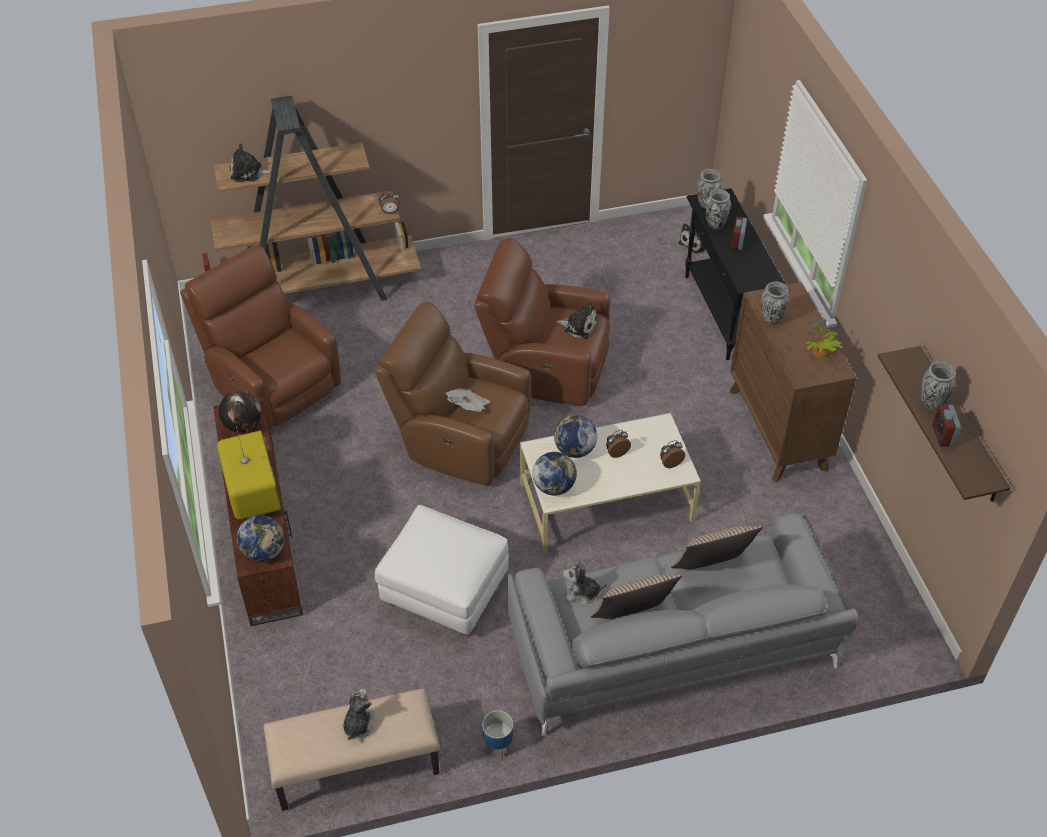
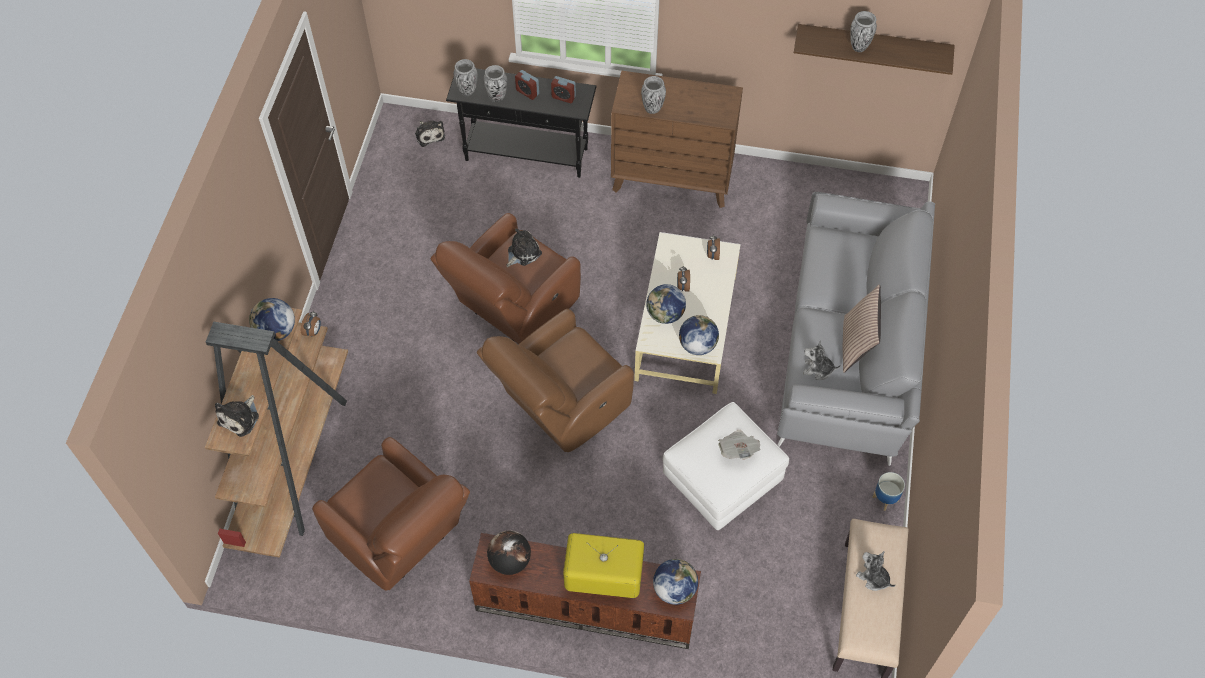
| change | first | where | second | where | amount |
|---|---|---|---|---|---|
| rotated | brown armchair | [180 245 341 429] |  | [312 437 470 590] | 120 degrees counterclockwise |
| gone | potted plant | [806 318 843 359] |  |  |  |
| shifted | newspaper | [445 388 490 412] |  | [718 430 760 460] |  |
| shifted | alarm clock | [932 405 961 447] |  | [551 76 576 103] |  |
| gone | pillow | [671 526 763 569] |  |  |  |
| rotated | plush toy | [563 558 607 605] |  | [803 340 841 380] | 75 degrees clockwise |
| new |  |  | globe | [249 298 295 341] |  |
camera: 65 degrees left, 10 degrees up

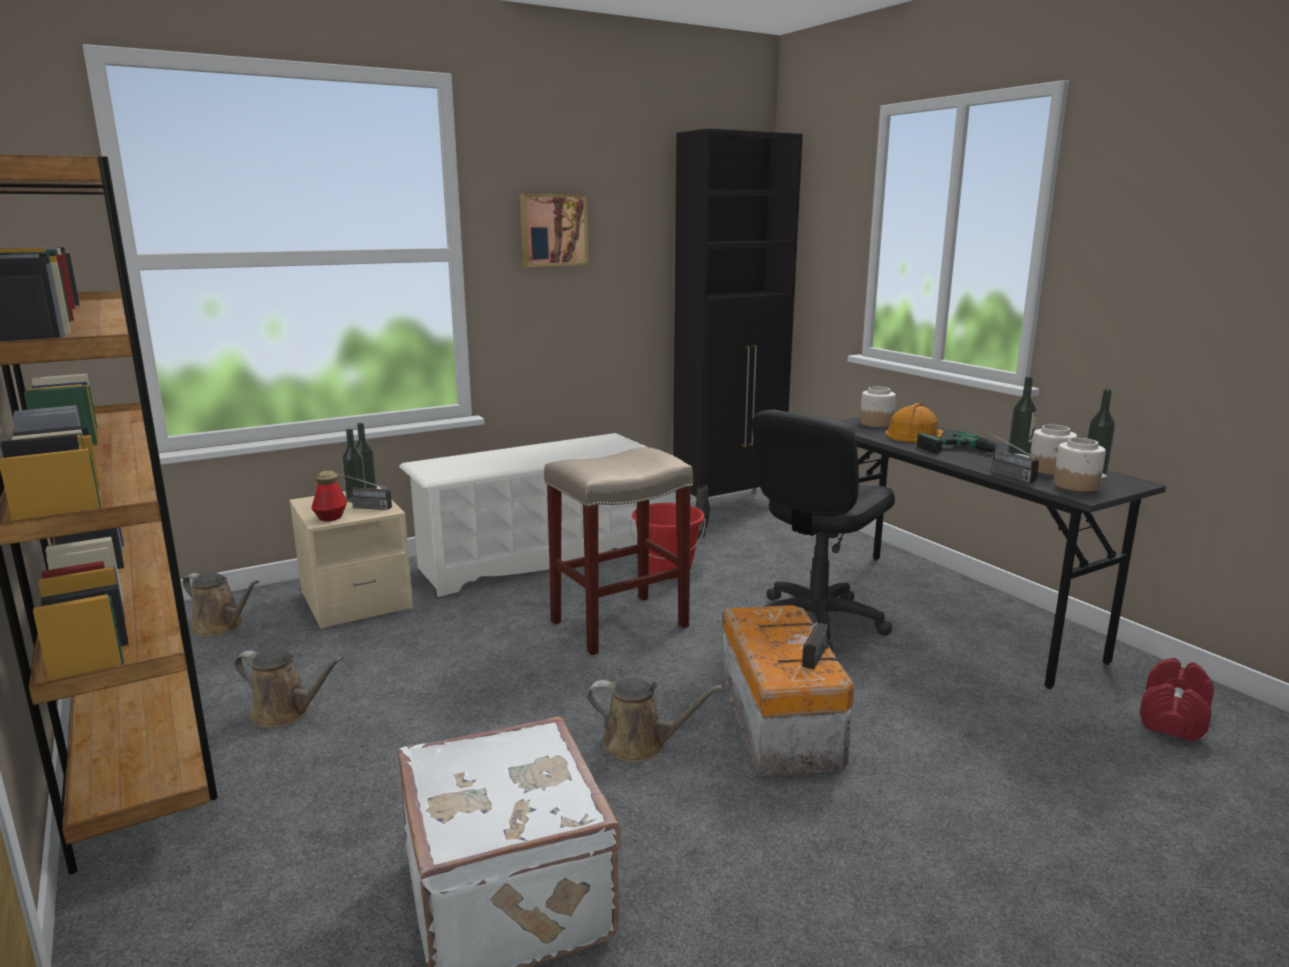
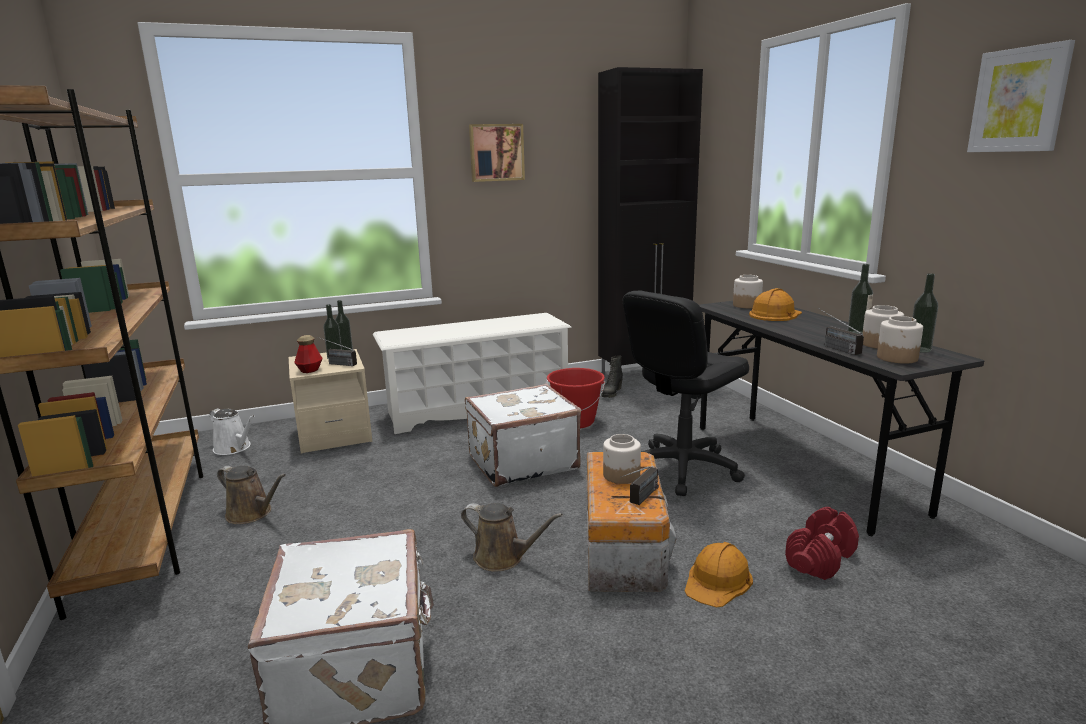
| change | first | where | second | where | amount |
|---|---|---|---|---|---|
| gone | power drill | [917 431 998 454] |  |  |  |
| swapped | beige stool | [544 447 693 655] | white suitcase | [465 384 581 487] |  |
| repainted | brown watering can | [182 573 259 636] | white watering can | [210 408 255 455] |  |
| shifted | red dumbbell | [1140 658 1214 742] |  | [785 507 859 580] |  |
| new |  |  | picture | [967 40 1075 152] |  |
| new |  |  | jar | [603 434 641 484] |  |
| new |  |  | orange hard hat | [685 542 753 608] |  |
camera: 10 degrees right, 0 degrees up

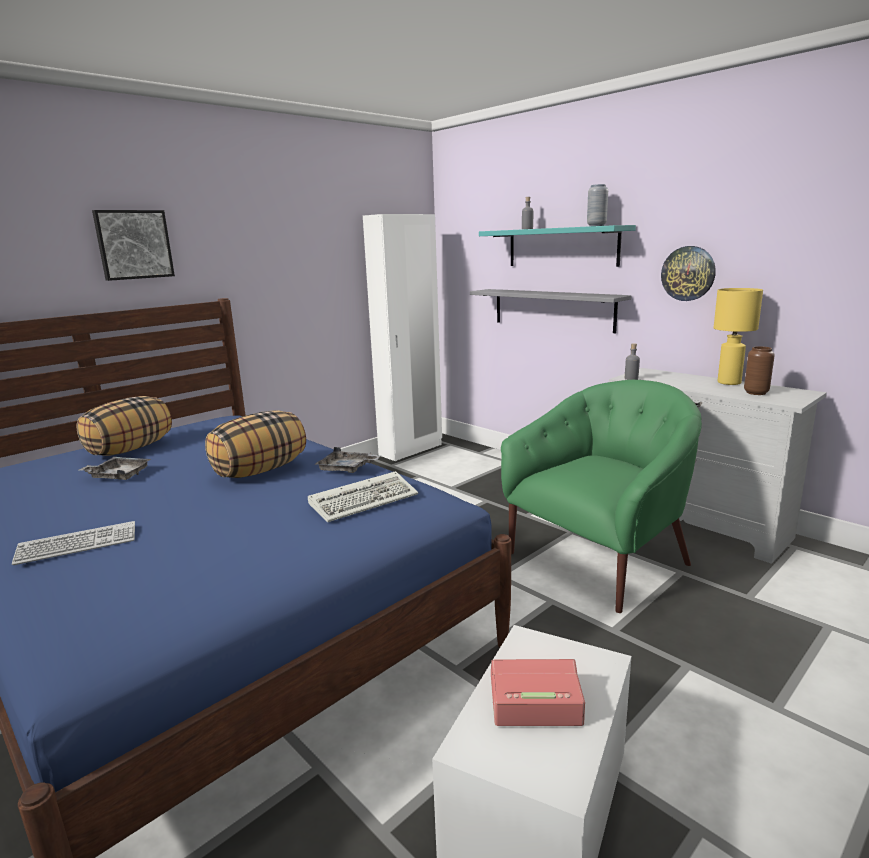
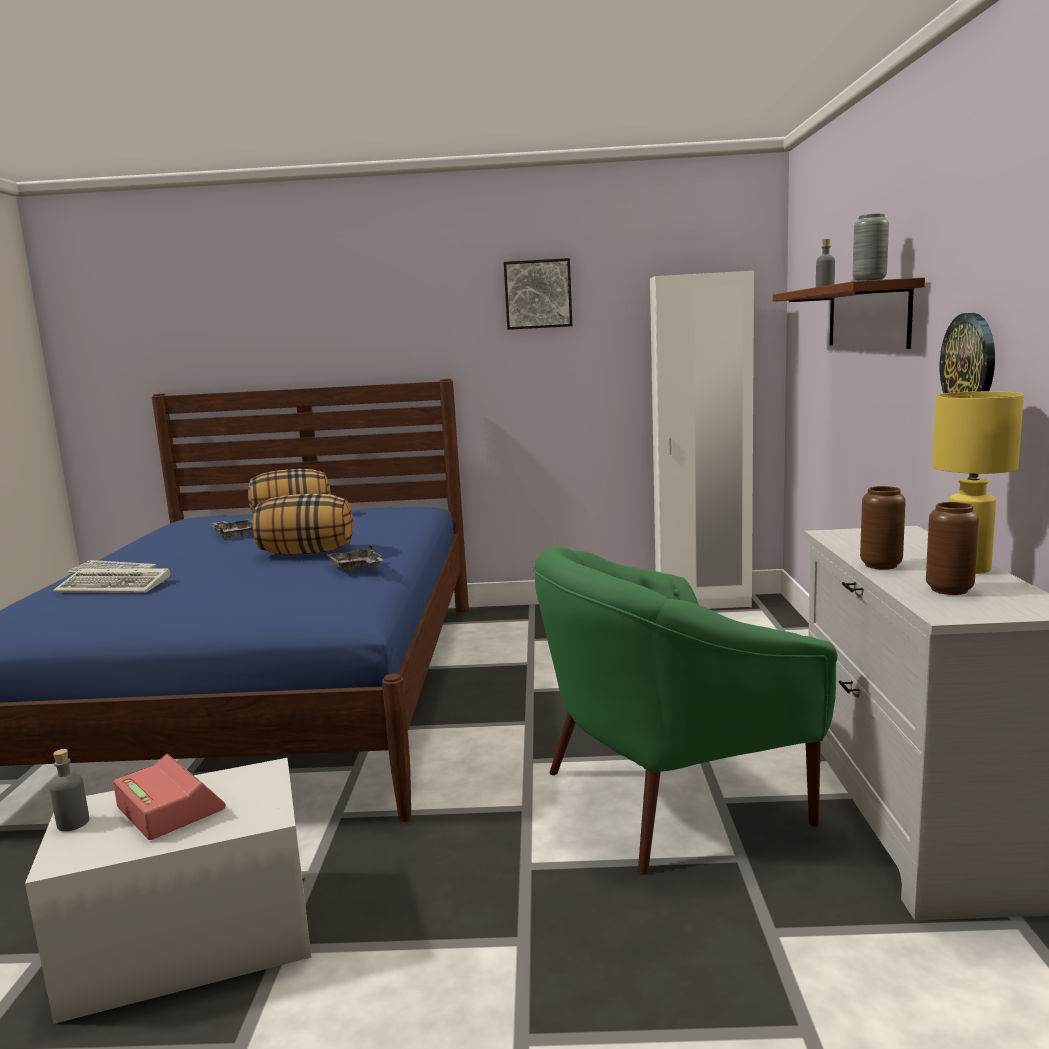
| change | first | where | second | where | amount |
|---|---|---|---|---|---|
| shifted | picture | [92 210 175 281] |  | [504 258 572 330] |  |
| repainted | turquoise shelf | [479 225 636 267] | brown shelf | [773 277 925 349] |  |
| gone | grey shelf | [470 289 632 333] |  |  |  |
| shifted | grey bottle | [625 343 640 380] |  | [49 749 89 831] |  |
| rotated | green armchair | [501 380 702 613] |  | [533 546 837 875] | 150 degrees clockwise |
| shifted | keyboard | [308 471 418 522] |  | [53 568 170 593] |  |
| new |  |  | brown vase | [860 486 906 570] |  |
camera: 45 degrees right, 5 degrees down

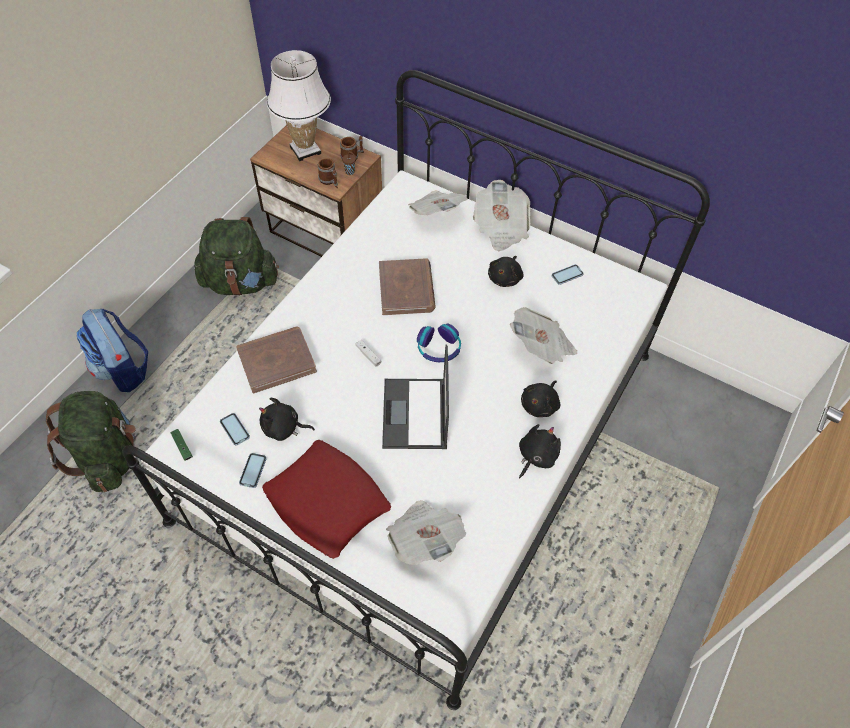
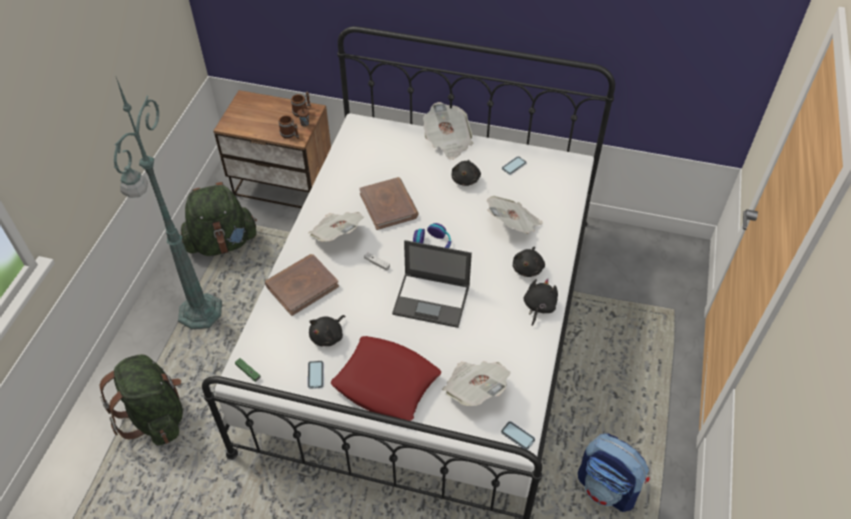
| change | first | where | second | where | amount |
|---|---|---|---|---|---|
| gone | white table lamp | [267 50 331 161] |  |  |  |
| shifted | newspaper | [408 191 468 215] |  | [309 212 364 242] |  |
| shifted | backpack | [77 309 148 392] |  | [578 433 650 512] |  |
| rotated | laptop | [382 345 449 449] |  | [392 240 472 328] | 60 degrees counterclockwise |
| rotated | black plush toy | [259 398 315 441] |  | [309 315 346 346] | 45 degrees counterclockwise |
| shifted | phone | [220 413 250 446] |  | [501 421 535 450] |  |
| new |  |  | green floor lamp | [114 77 222 329] |  |
camera: 15 degrees left, 5 degrees down

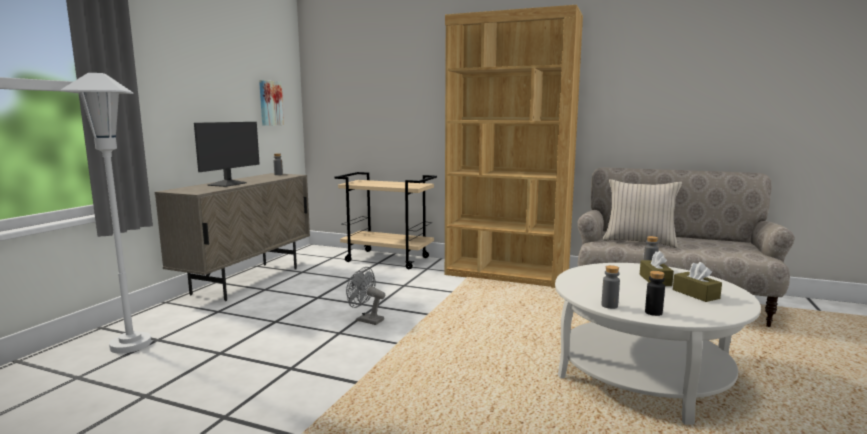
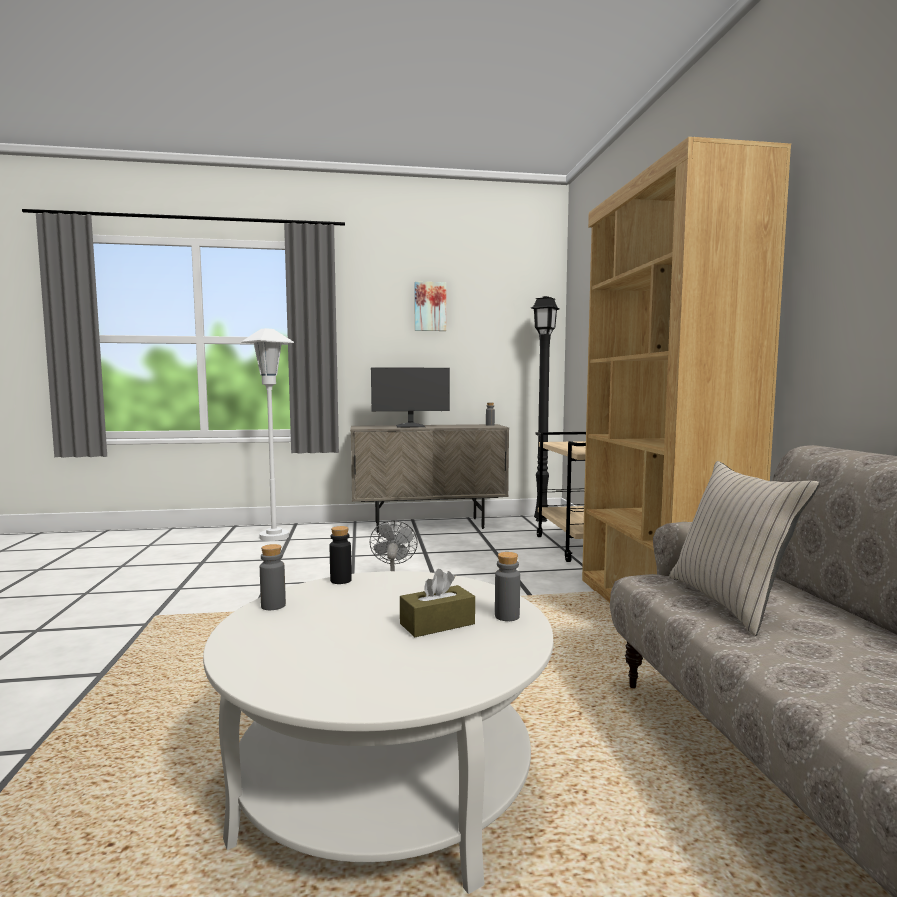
| change | first | where | second | where | amount |
|---|---|---|---|---|---|
| shifted | picture | [259 80 284 126] |  | [414 281 446 331] |  |
| gone | brown tissue box | [673 262 722 302] |  |  |  |
| shifted | black bottle | [645 271 665 316] |  | [330 526 352 584] |  |
| new |  |  | black floor lamp | [531 296 559 522] |  |
camera: 60 degrees right, 5 degrees down

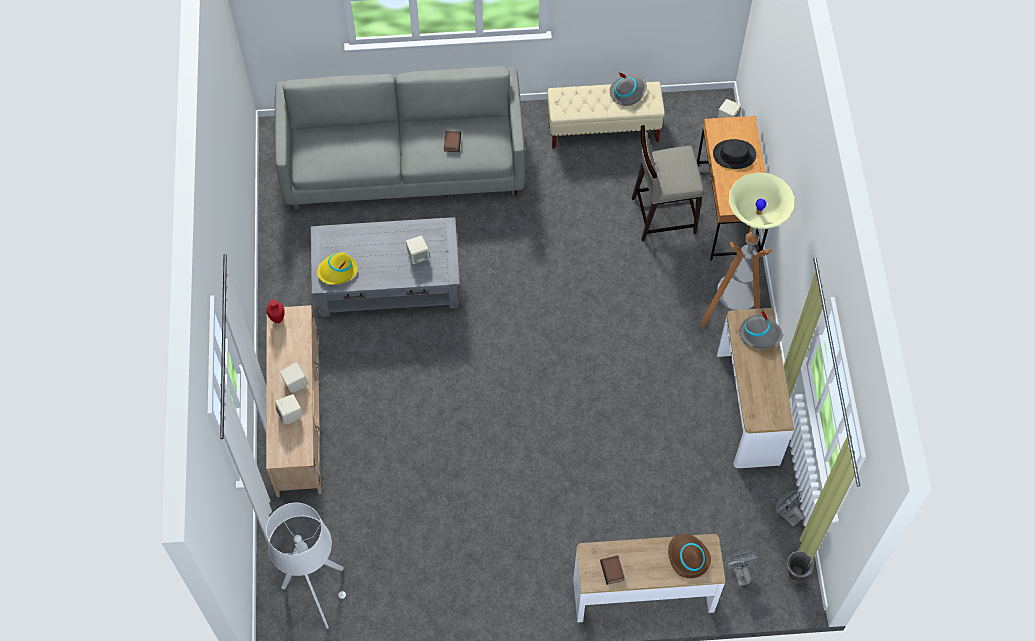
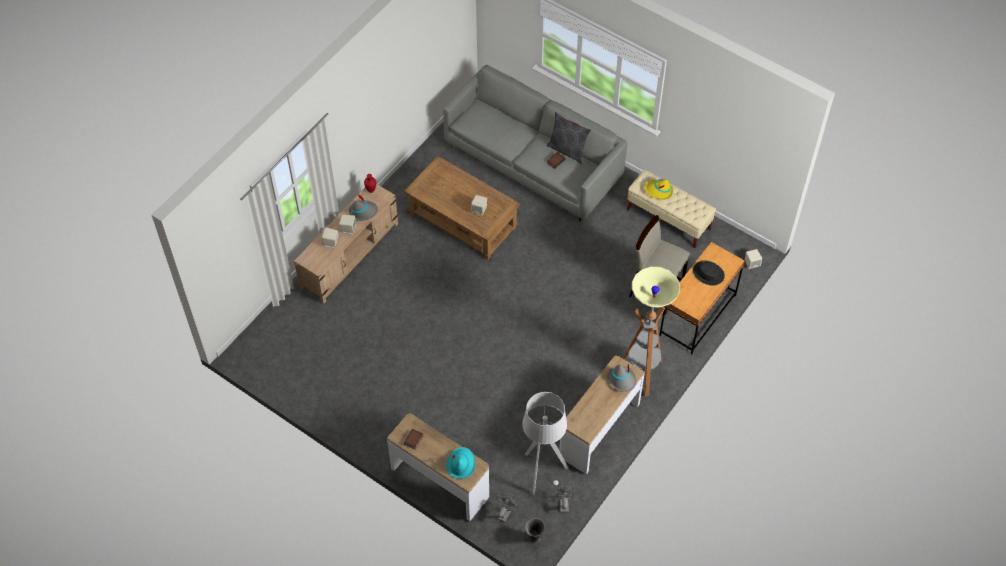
| change | first | where | second | where | amount |
|---|---|---|---|---|---|
| shifted | grey hat | [610 73 647 106] |  | [349 194 378 221] |  |
| repainted | grey coffee table | [311 217 460 317] | brown coffee table | [404 156 520 260] |  |
| shifted | yellow hat | [317 252 358 285] |  | [645 179 673 200] |  |
| shifted | grey floor lamp | [266 502 346 629] |  | [522 392 569 495] |  |
| repainted | brown hat | [668 534 711 578] | turquoise hat | [446 447 475 479] |  |
| new |  |  | grey pillow | [547 112 591 164] |  |
camera: 40 degrees right, 5 degrees down

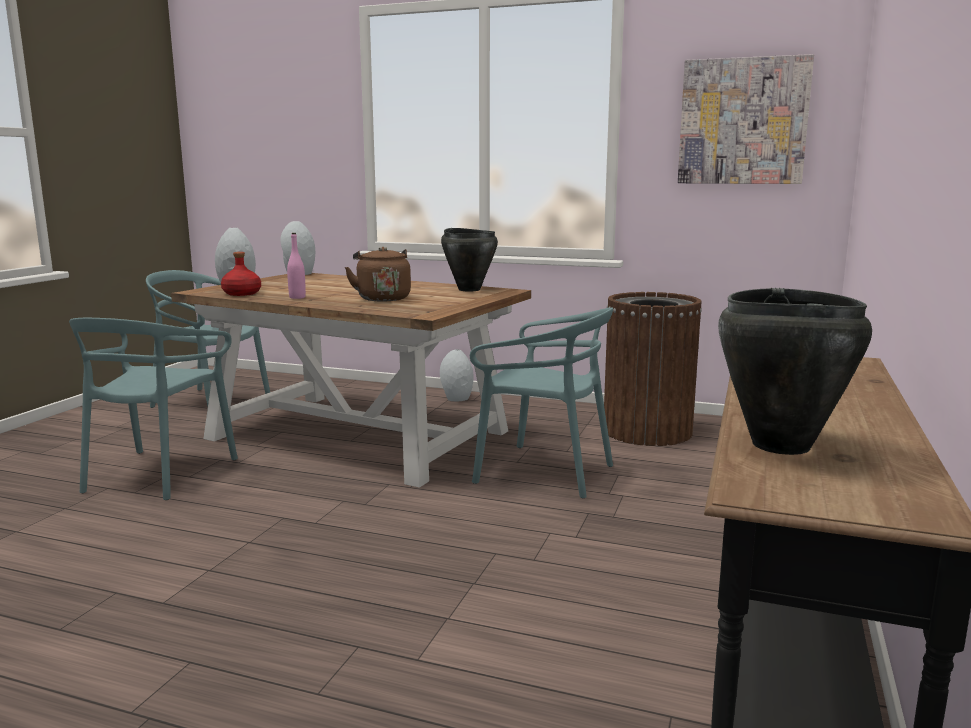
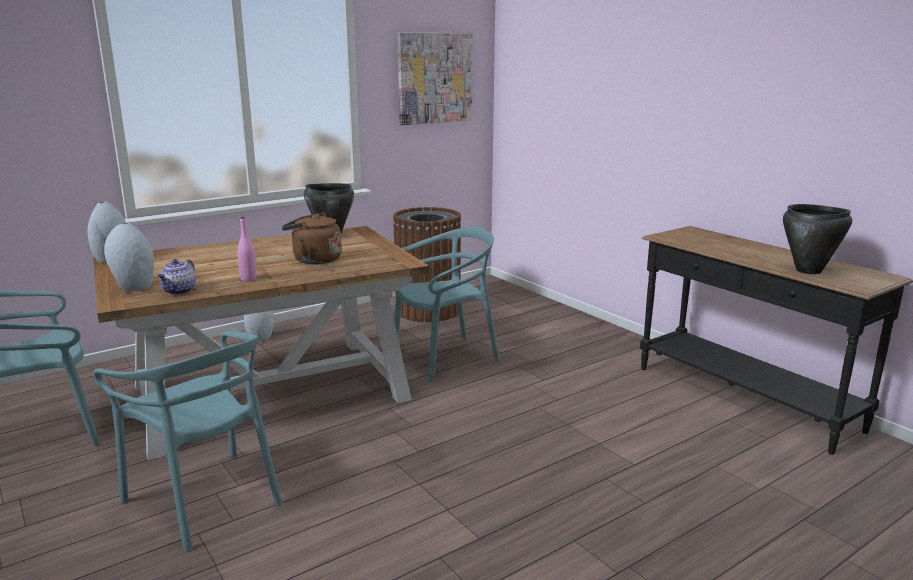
| change | first | where | second | where | amount |
|---|---|---|---|---|---|
| swapped | red bottle | [221 252 261 296] | teapot | [158 259 196 295] |  |
camera: 55 degrees left, 5 degrees up

